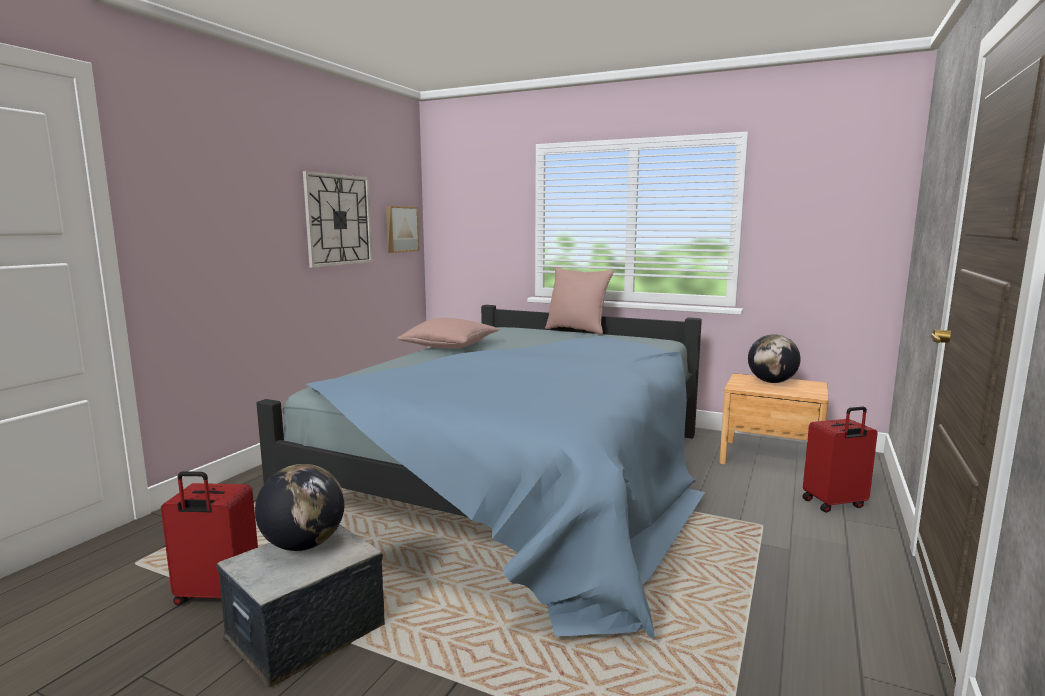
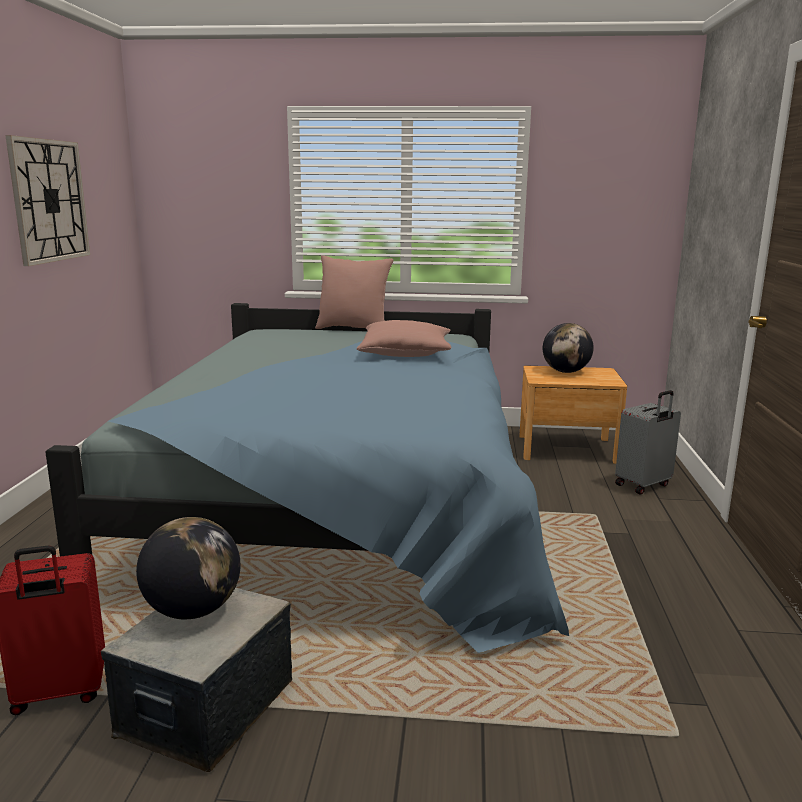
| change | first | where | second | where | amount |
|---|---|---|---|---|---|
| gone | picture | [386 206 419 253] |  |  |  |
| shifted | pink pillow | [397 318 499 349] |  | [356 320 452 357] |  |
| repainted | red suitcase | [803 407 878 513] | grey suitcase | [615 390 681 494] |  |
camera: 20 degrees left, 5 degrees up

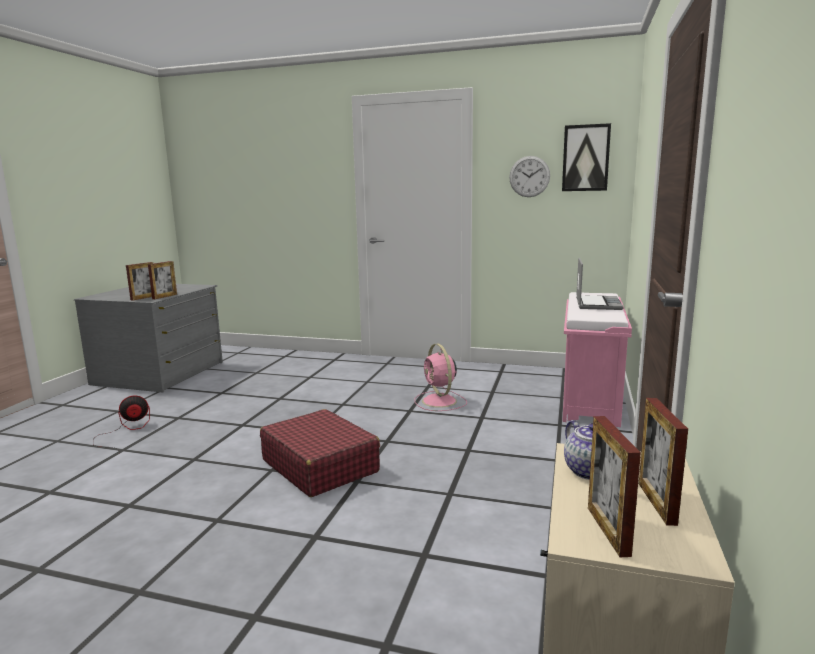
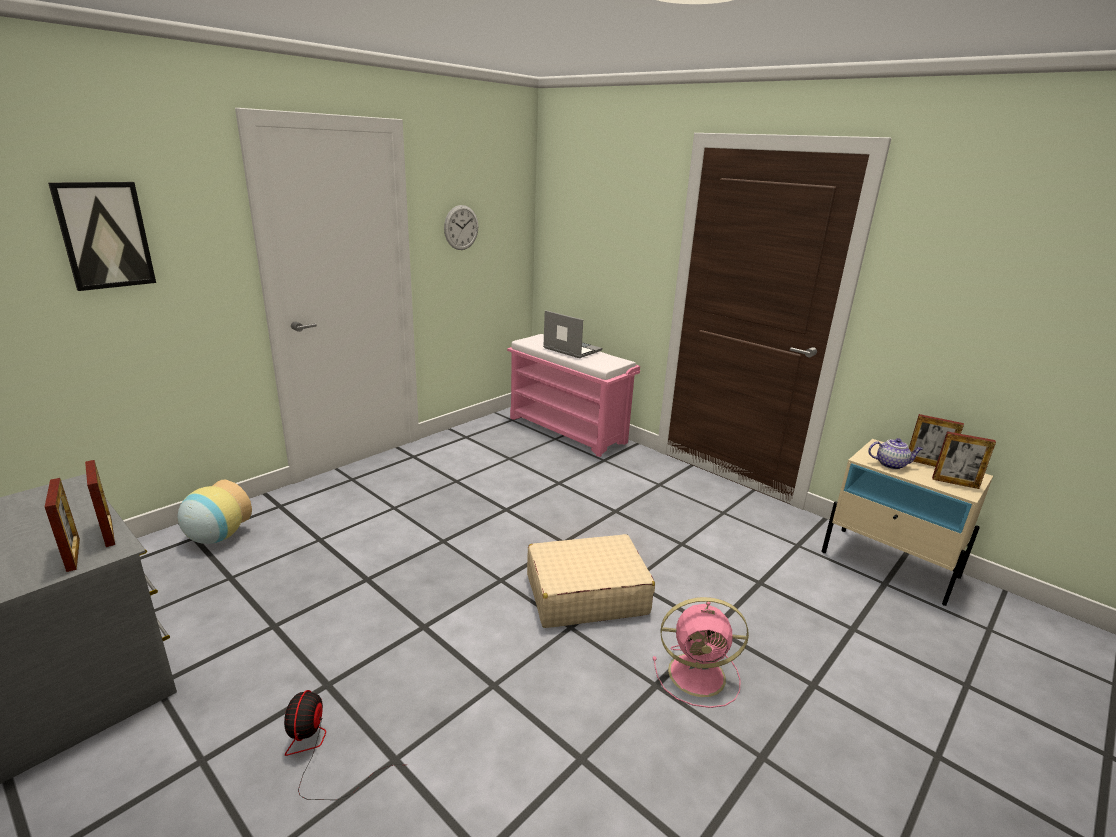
| change | first | where | second | where | amount |
|---|---|---|---|---|---|
| shifted | picture | [562 123 611 191] |  | [48 182 156 291] |  |
| shifted | pink fan | [414 344 467 411] |  | [653 597 749 708] |  |
| repainted | red suitcase | [260 409 380 497] | beige suitcase | [527 534 655 628] |  |
| new |  |  | vase | [177 480 252 544] |  |
camera: 65 degrees left, 10 degrees up

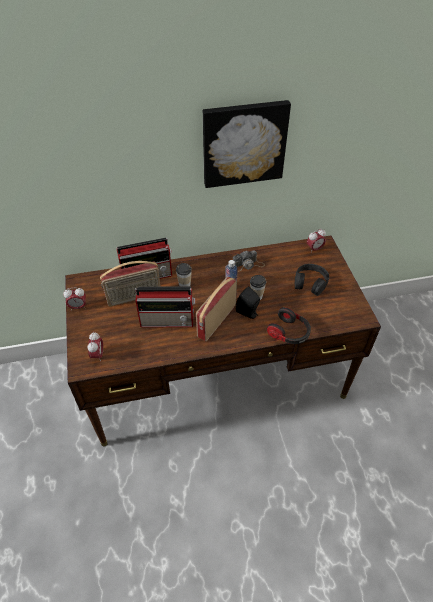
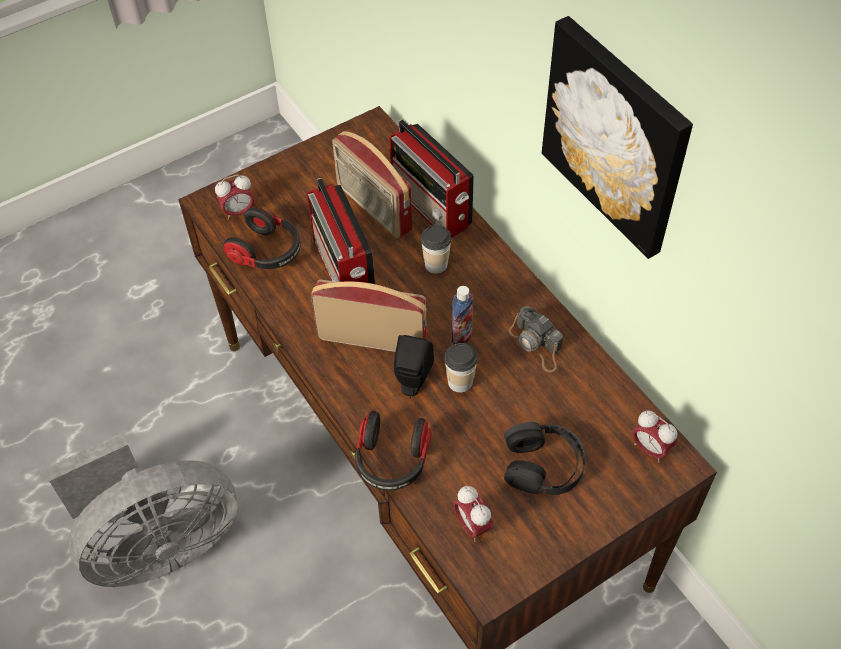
| change | first | where | second | where | amount |
|---|---|---|---|---|---|
| shifted | alarm clock | [63 287 86 310] |  | [454 486 493 542] |  |
| new |  |  | headphones | [223 207 300 269] |  |
| new |  |  | grey fan | [44 433 238 587] |  |
camera: 70 degrees right, 5 degrees up

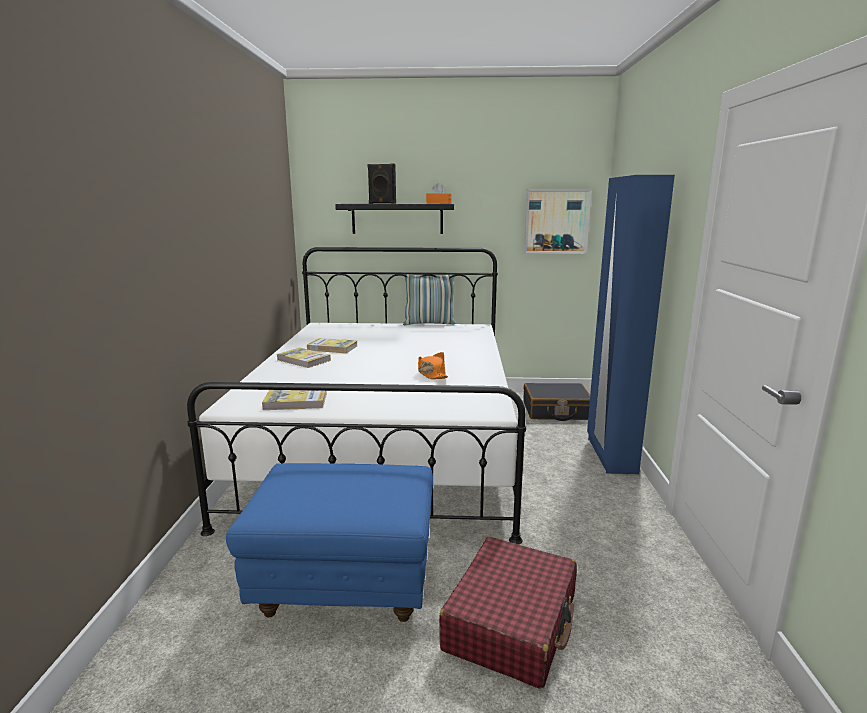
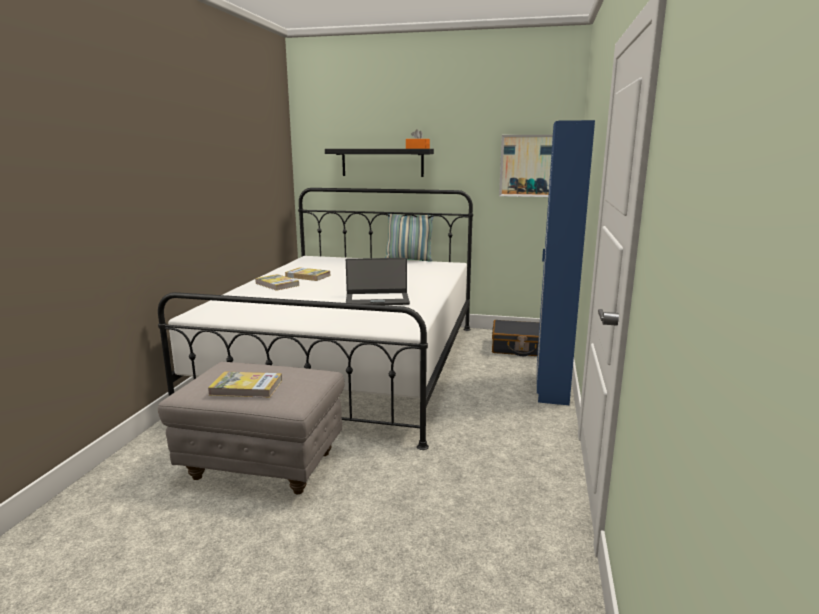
| change | first | where | second | where | amount |
|---|---|---|---|---|---|
| gone | black speaker | [368 163 396 204] |  |  |  |
| swapped | orange hat | [418 352 448 379] | laptop | [346 258 410 305] |  |
| shifted | book | [262 390 327 410] |  | [208 372 282 398] |  |
| repainted | blue ottoman | [226 463 433 622] | grey ottoman | [158 362 344 494] |  |
| gone | red suitcase | [439 537 577 689] |  |  |  |
camera: 10 degrees right, 0 degrees up

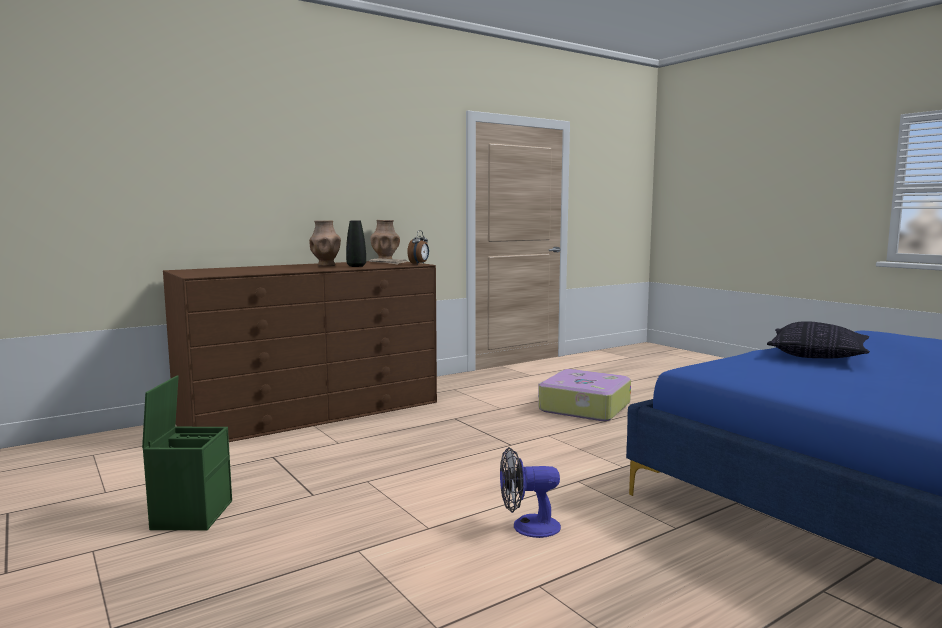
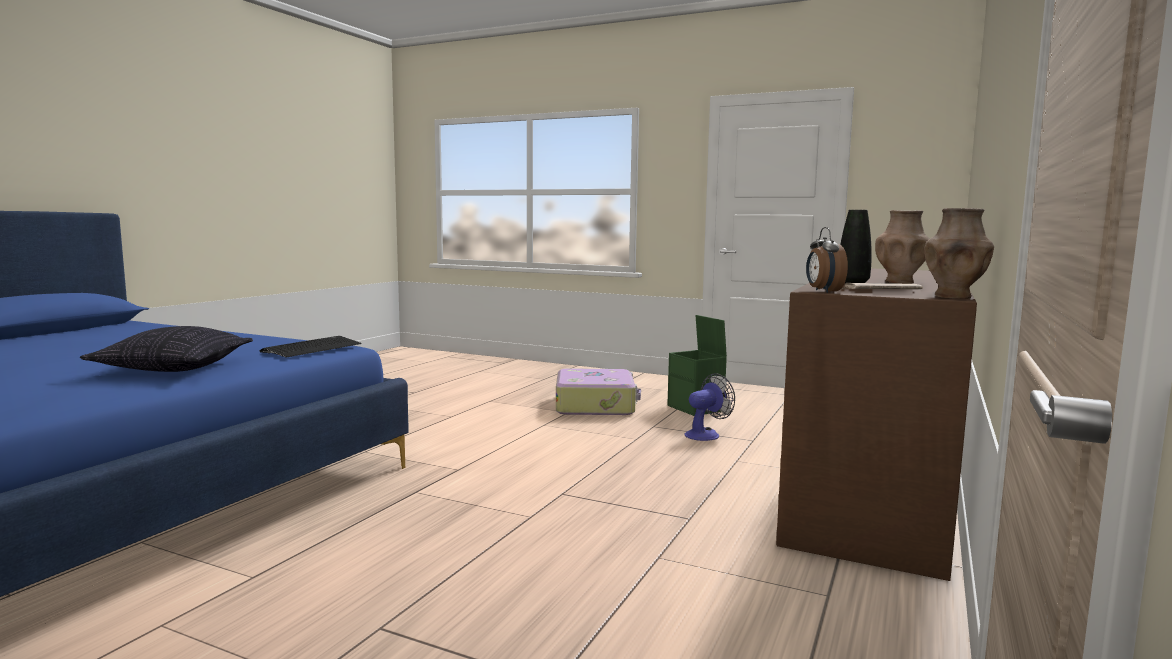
| change | first | where | second | where | amount |
|---|---|---|---|---|---|
| shifted | suitcase | [538 369 631 421] |  | [556 368 641 415] |  |
| shifted | fan | [500 447 561 538] |  | [684 374 735 441] |  |
| new |  |  | keyboard | [260 336 361 357] |  |
camera: 150 degrees right, 0 degrees up

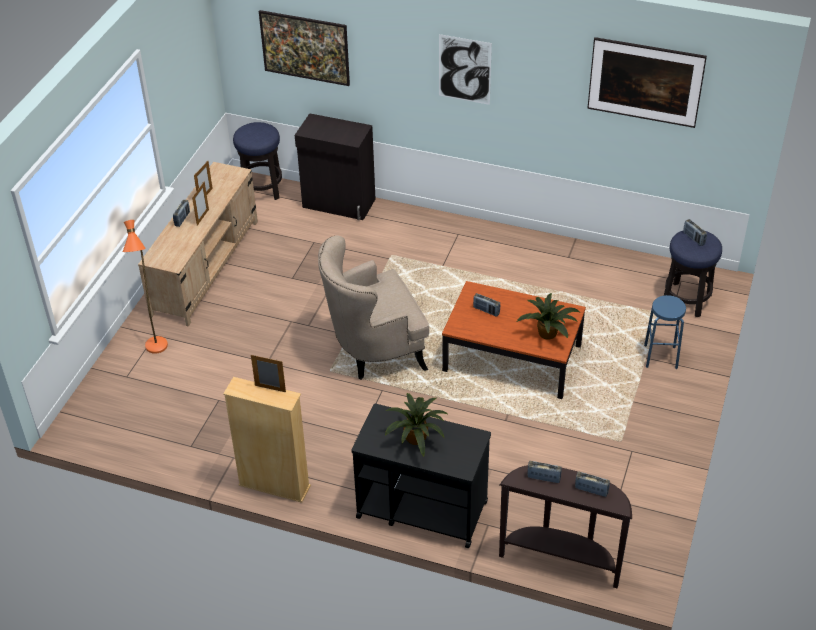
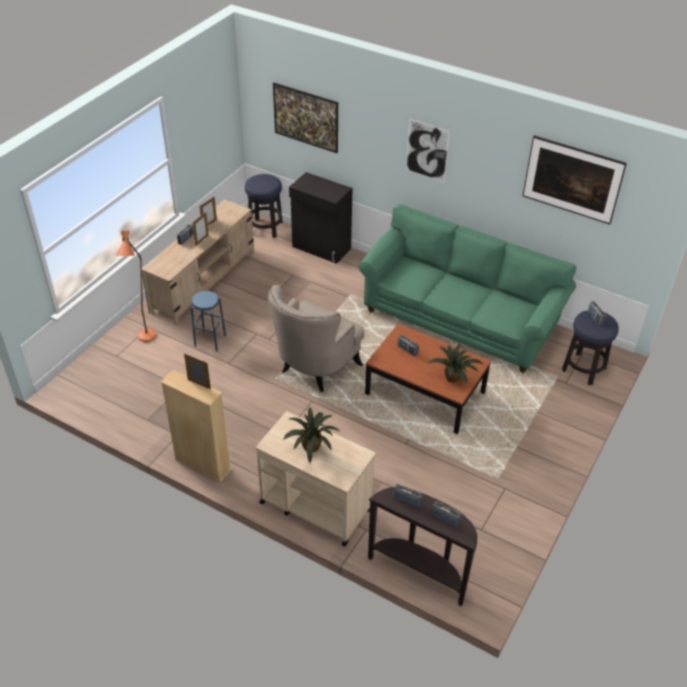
| change | first | where | second | where | amount |
|---|---|---|---|---|---|
| rotated | beige armchair | [318 236 429 380] |  | [268 285 364 392] | 45 degrees counterclockwise |
| shifted | blue stool | [644 295 686 369] |  | [191 291 226 352] |  |
| repainted | black cart | [351 404 491 548] | beige cart | [256 411 376 546] |  |
| new |  |  | green sofa | [358 204 576 373] |  |
camera: 10 degrees right, 0 degrees up

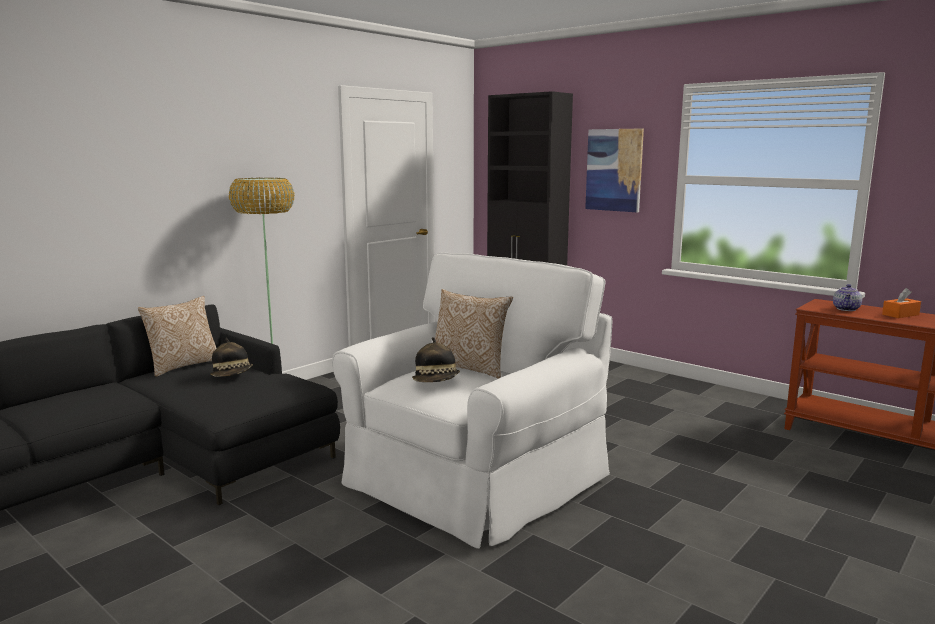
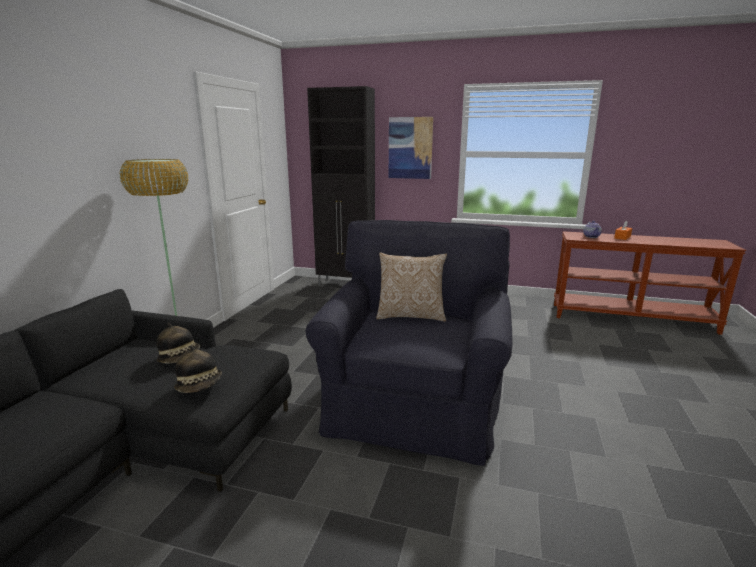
| change | first | where | second | where | amount |
|---|---|---|---|---|---|
| repainted | white armchair | [332 252 613 549] | black armchair | [305 220 512 466] |  |
| gone | pillow | [138 296 216 377] |  |  |  |
| shifted | hat | [412 337 460 382] |  | [174 345 222 393] |  |
camera: 25 degrees left, 5 degrees up

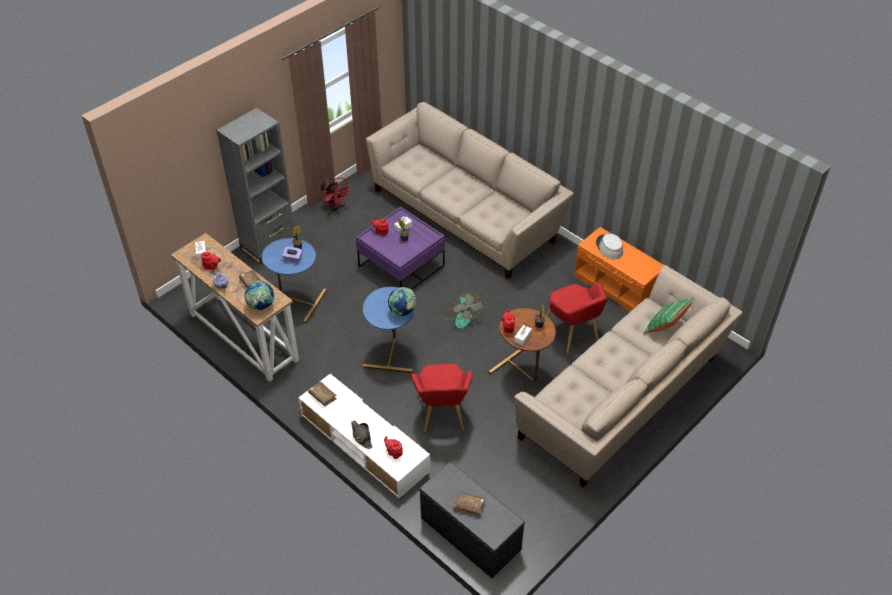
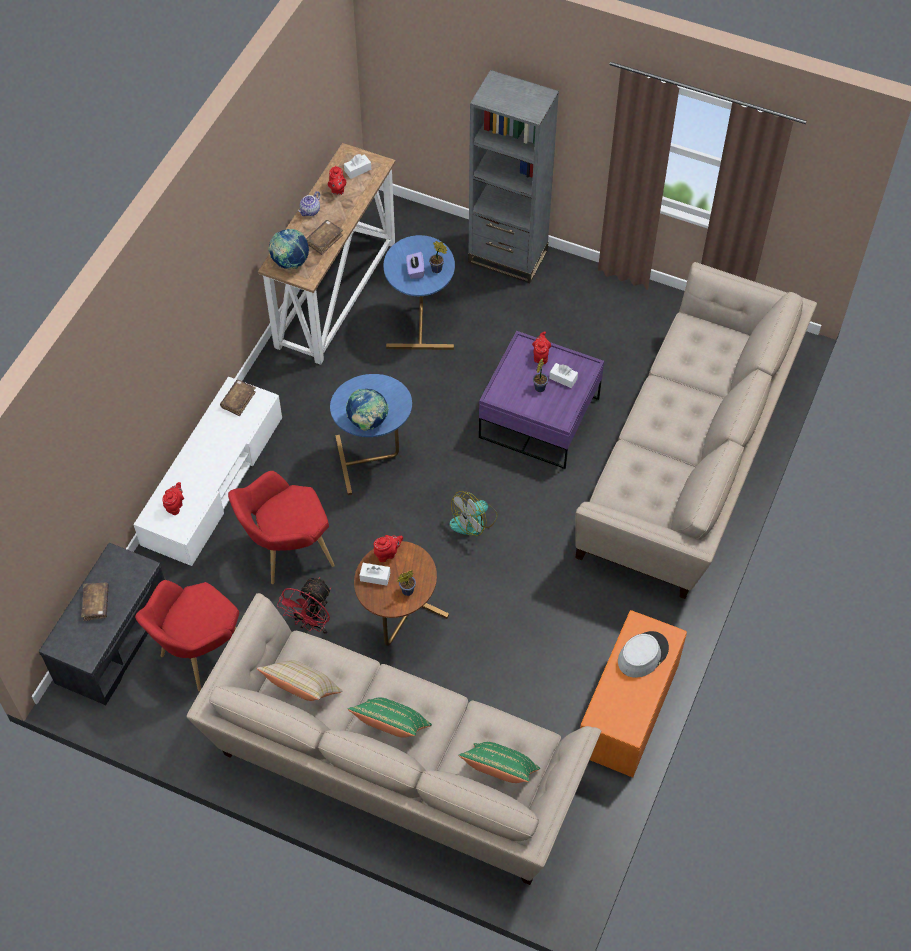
| change | first | where | second | where | amount |
|---|---|---|---|---|---|
| shifted | red fan | [319 177 351 215] |  | [277 577 331 634] |  |
| shifted | red armchair | [546 283 608 353] |  | [135 580 239 691] |  |
| gone | black hat | [351 420 373 449] |  |  |  |
| new |  |  | beige pillow | [256 660 343 701] |  |
| new |  |  | green pillow | [348 697 432 738] |  |
camera: 70 degrees right, 10 degrees up

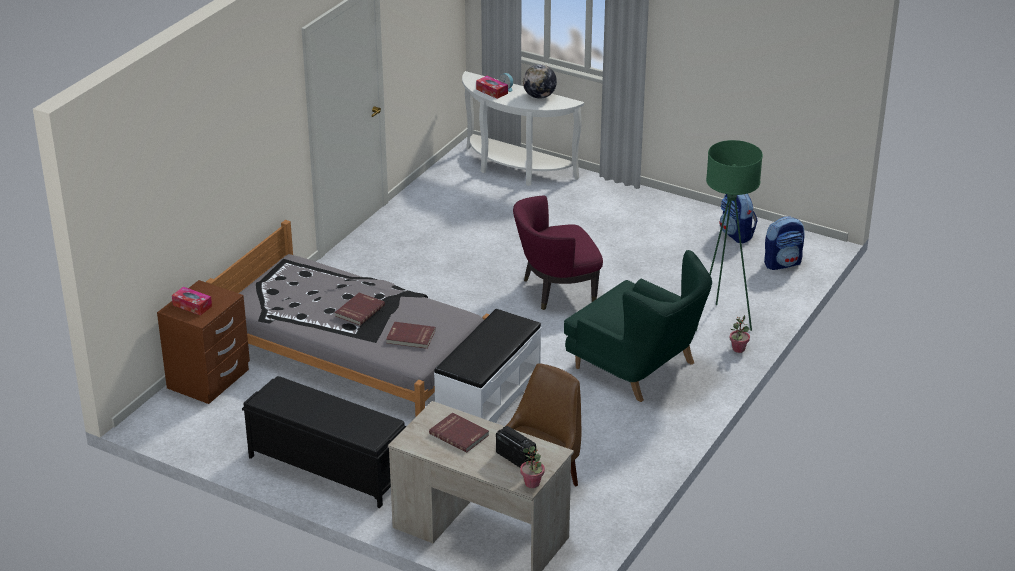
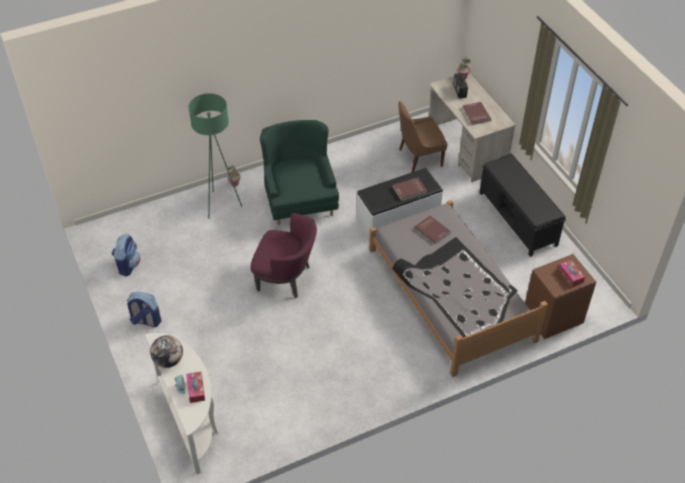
| change | first | where | second | where | amount |
|---|---|---|---|---|---|
| shifted | backpack | [764 216 805 270] |  | [127 292 162 327] |  |
| shifted | red book | [335 293 385 325] |  | [392 177 427 201] |  |
camera: 145 degrees left, 15 degrees up

